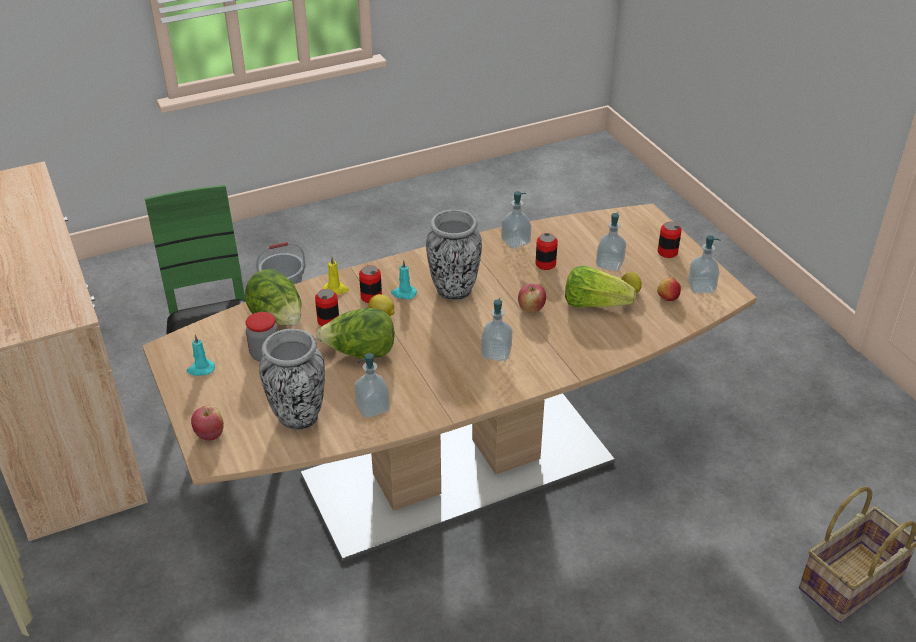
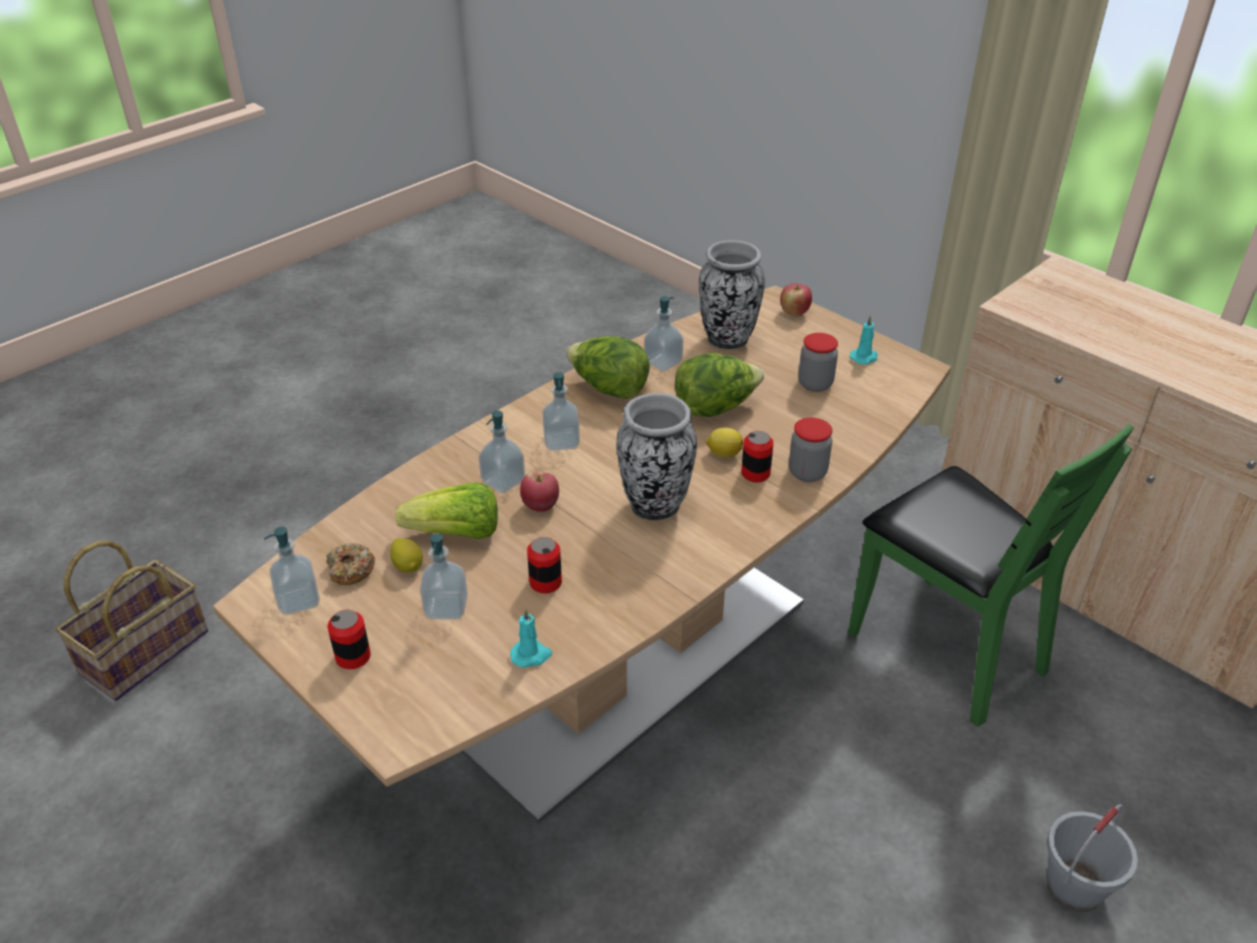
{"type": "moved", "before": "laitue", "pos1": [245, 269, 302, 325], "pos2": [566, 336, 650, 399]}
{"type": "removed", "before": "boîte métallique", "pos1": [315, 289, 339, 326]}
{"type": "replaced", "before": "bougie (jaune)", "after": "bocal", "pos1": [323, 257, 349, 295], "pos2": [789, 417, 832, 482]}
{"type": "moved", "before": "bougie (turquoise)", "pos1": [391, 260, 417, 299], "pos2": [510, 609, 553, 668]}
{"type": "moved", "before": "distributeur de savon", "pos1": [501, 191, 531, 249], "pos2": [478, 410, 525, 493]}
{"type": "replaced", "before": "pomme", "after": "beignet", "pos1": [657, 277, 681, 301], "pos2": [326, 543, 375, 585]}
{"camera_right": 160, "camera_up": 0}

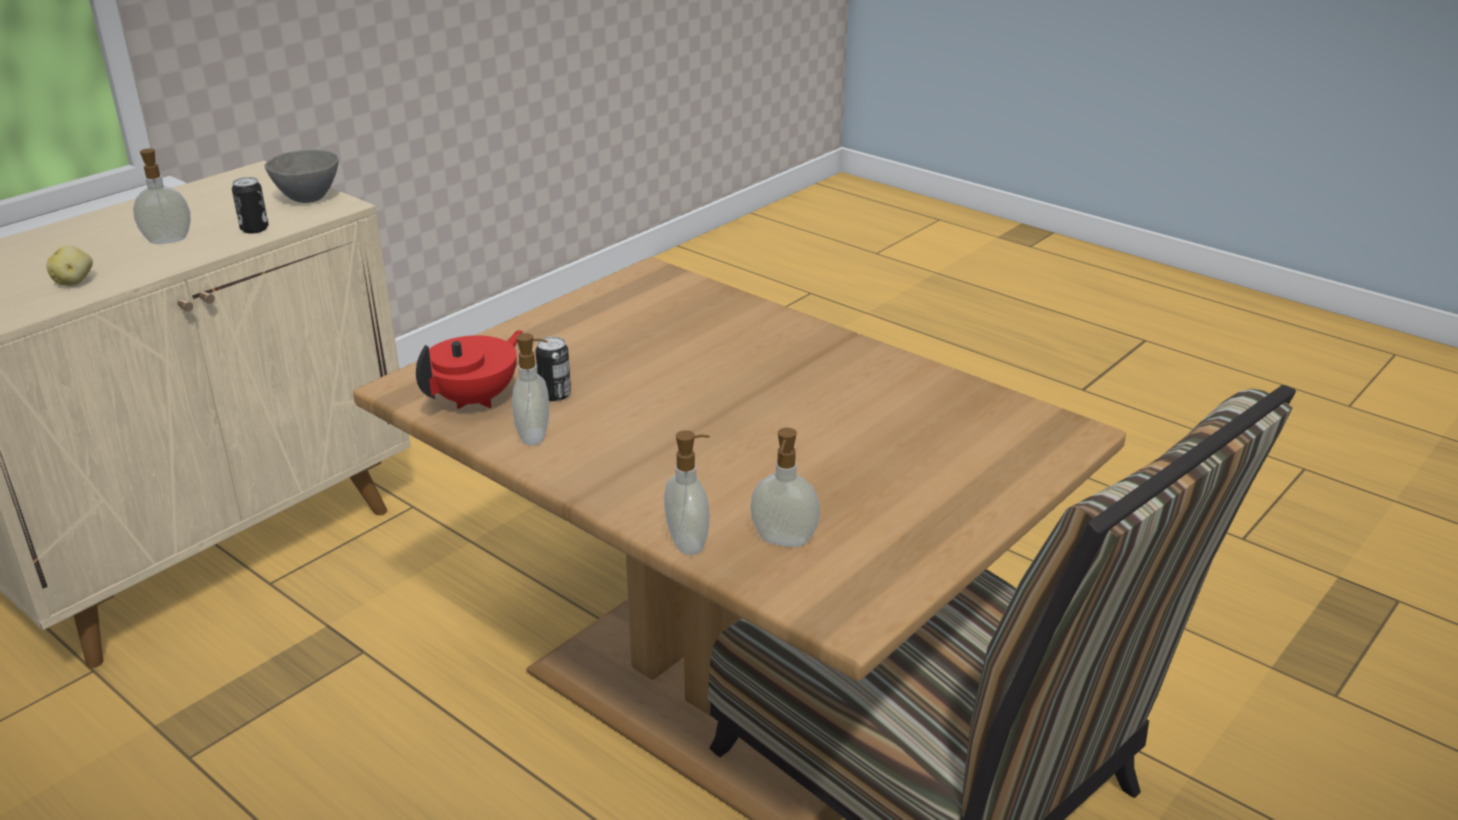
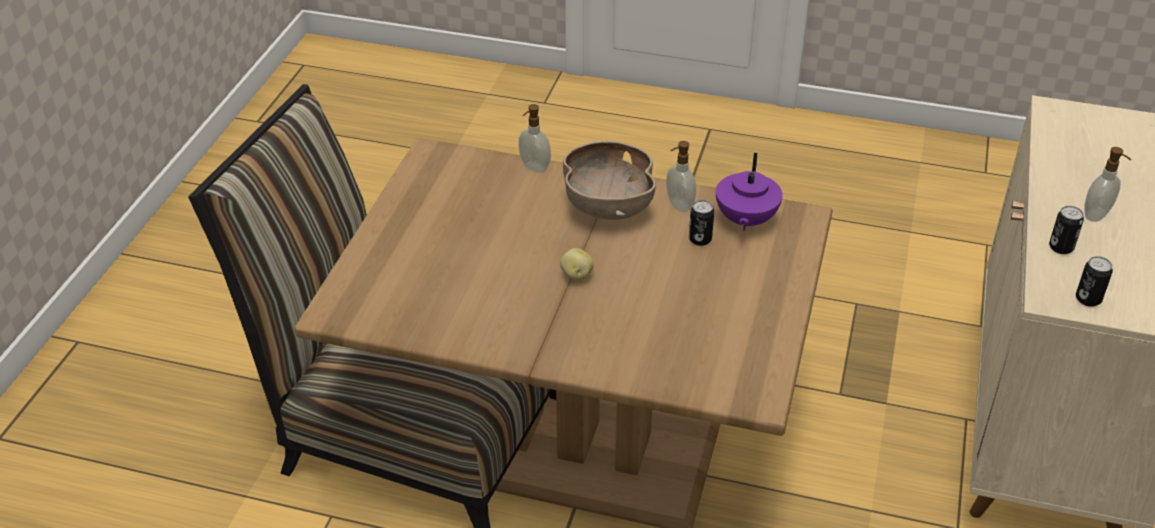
{"type": "moved", "before": "pomme de terre", "pos1": [46, 246, 93, 286], "pos2": [560, 248, 593, 281]}
{"type": "replaced", "before": "bol (gris)", "after": "boîte métallique", "pos1": [265, 150, 339, 203], "pos2": [1076, 256, 1113, 307]}
{"type": "recoloured", "before": "théière (rouge)", "after": "théière (violet)", "pos1": [416, 330, 523, 409], "pos2": [716, 153, 783, 231]}
{"type": "removed", "before": "distributeur de savon", "pos1": [750, 428, 820, 547]}
{"type": "added", "after": "bol (marron)", "pos2": [563, 141, 656, 220]}
{"camera_right": 155, "camera_up": 10}

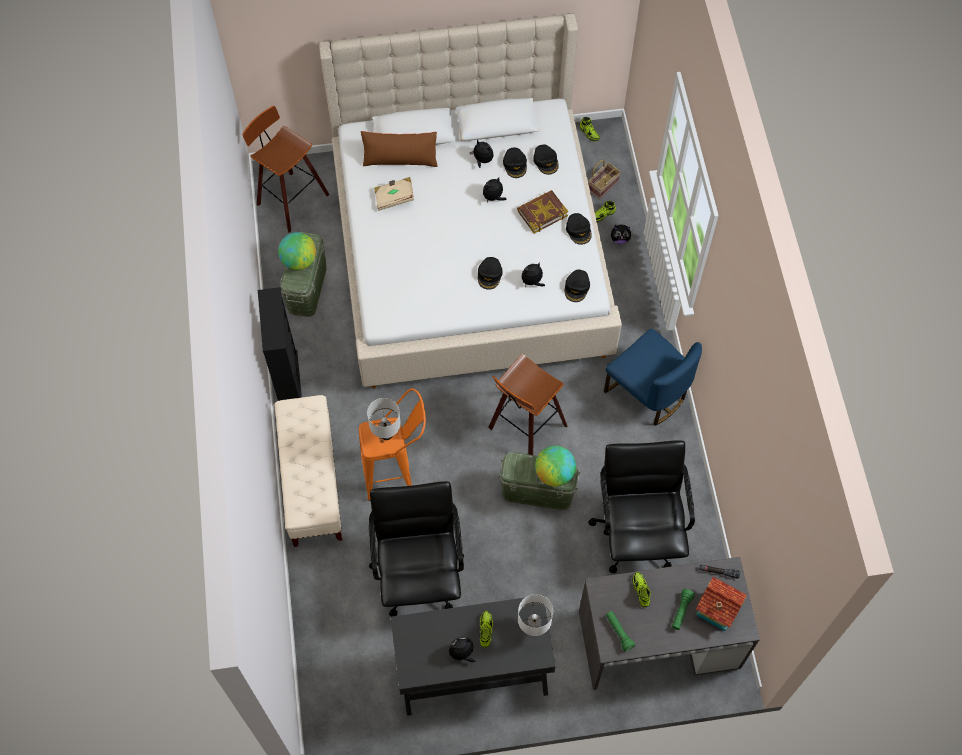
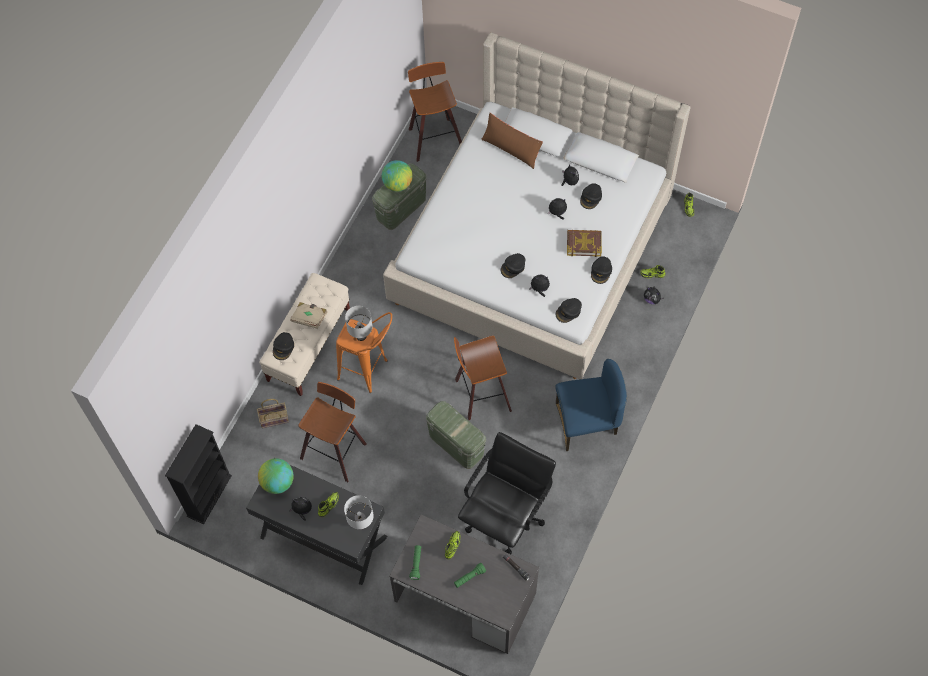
{"type": "moved", "before": "bibliothèque (noir)", "pos1": [258, 287, 302, 401], "pos2": [165, 424, 232, 524]}
{"type": "replaced", "before": "chaise de bureau (noir)", "after": "tabouret", "pos1": [369, 481, 464, 617], "pos2": [298, 382, 367, 482]}
{"type": "moved", "before": "livre (beige)", "pos1": [374, 177, 414, 211], "pos2": [290, 302, 328, 329]}
{"type": "moved", "before": "casquette (noir)", "pos1": [533, 145, 559, 175], "pos2": [273, 332, 294, 360]}
{"type": "moved", "before": "globe", "pos1": [535, 446, 576, 487], "pos2": [258, 458, 294, 494]}
{"type": "moved", "before": "panier", "pos1": [588, 160, 621, 200], "pos2": [257, 399, 289, 429]}
{"type": "turned", "before": "chaise (bleu)", "pos1": [604, 328, 702, 426], "pos2": [555, 359, 627, 451], "turn": -90}
{"type": "removed", "before": "maison miniature", "pos1": [696, 577, 747, 631]}
{"camera_right": 35, "camera_up": 0}

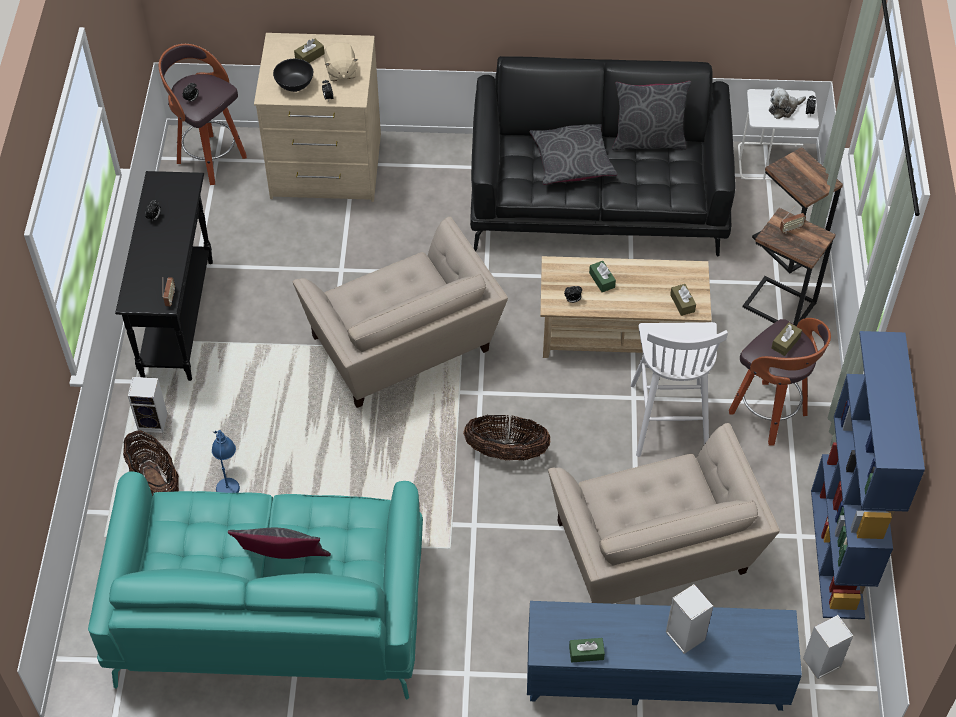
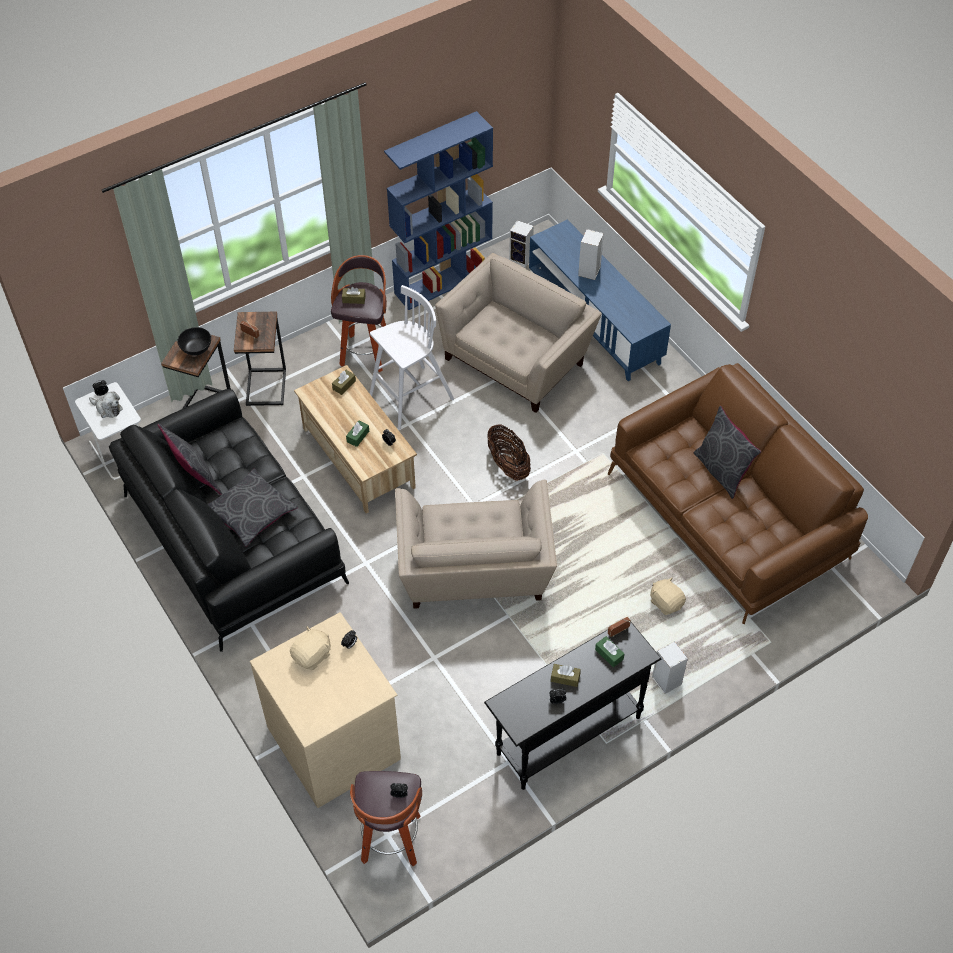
{"type": "recoloured", "before": "canapé (turquoise)", "after": "canapé (marron)", "pos1": [88, 471, 423, 700], "pos2": [608, 363, 868, 624]}
{"type": "removed", "before": "panier", "pos1": [123, 430, 179, 496]}
{"type": "replaced", "before": "lampe de table (bleu)", "after": "peluche (beige)", "pos1": [212, 430, 240, 493], "pos2": [650, 577, 686, 615]}
{"type": "moved", "before": "bol (noir)", "pos1": [273, 59, 313, 92], "pos2": [177, 327, 211, 355]}
{"type": "turned", "before": "fauteuil (beige)", "pos1": [292, 217, 508, 408], "pos2": [395, 480, 557, 609], "turn": 150}
{"type": "moved", "before": "boîte à mouchoirs (marron)", "pos1": [294, 39, 324, 63], "pos2": [551, 664, 581, 687]}
{"type": "moved", "before": "boîte à mouchoirs (vert)", "pos1": [569, 638, 605, 662], "pos2": [595, 636, 624, 667]}
{"camera_right": -125, "camera_up": 0}

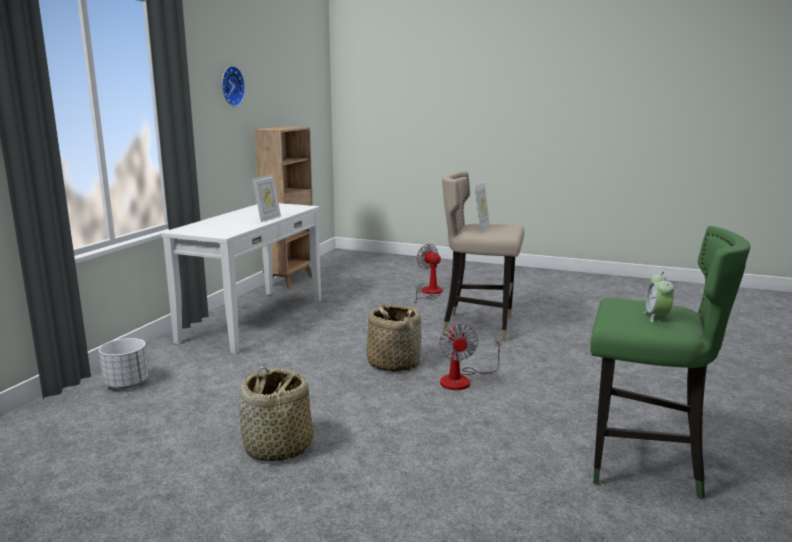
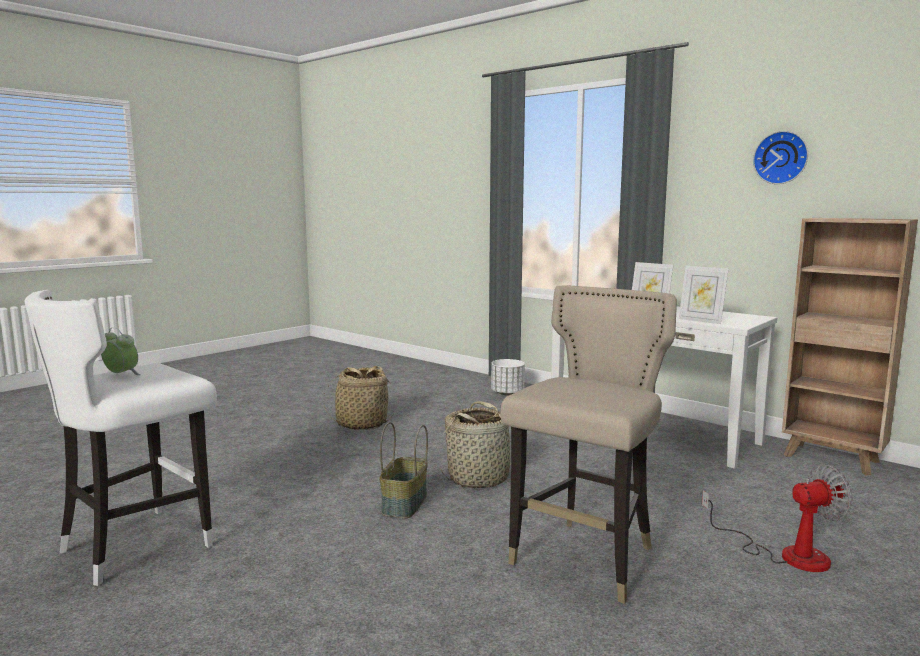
{"type": "replaced", "before": "ventilateur", "after": "panier", "pos1": [439, 324, 502, 390], "pos2": [380, 422, 428, 518]}
{"type": "moved", "before": "cadre photo", "pos1": [474, 182, 490, 232], "pos2": [679, 266, 729, 324]}
{"type": "recoloured", "before": "tabouret (vert)", "after": "tabouret (blanc)", "pos1": [590, 226, 751, 500], "pos2": [25, 290, 217, 586]}
{"camera_right": 110, "camera_up": -5}

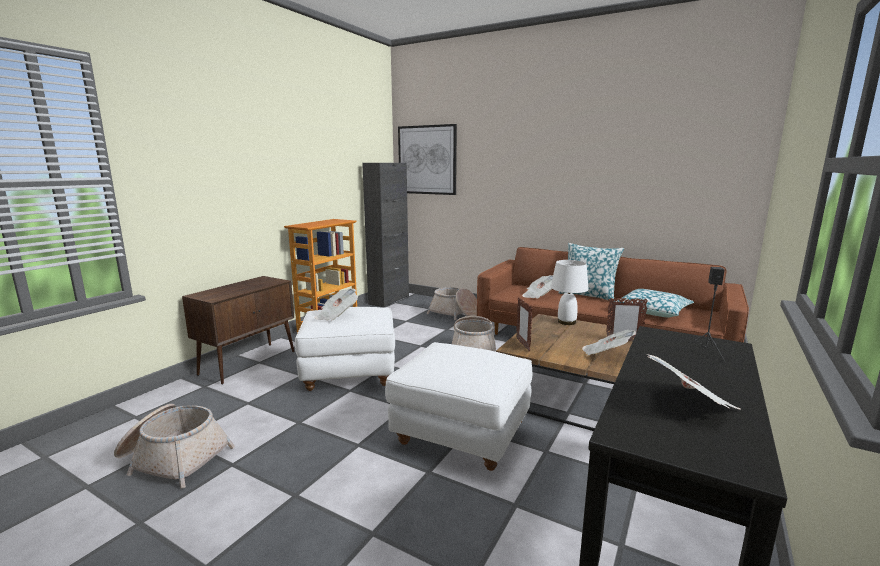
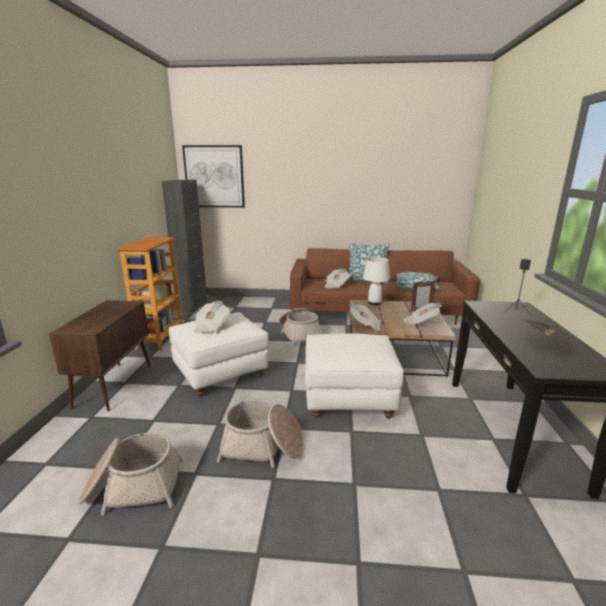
{"type": "moved", "before": "panier", "pos1": [427, 287, 477, 320], "pos2": [217, 400, 304, 468]}
{"type": "replaced", "before": "cadre photo", "after": "journal", "pos1": [516, 297, 533, 351], "pos2": [350, 303, 381, 330]}
{"camera_right": -25, "camera_up": 5}

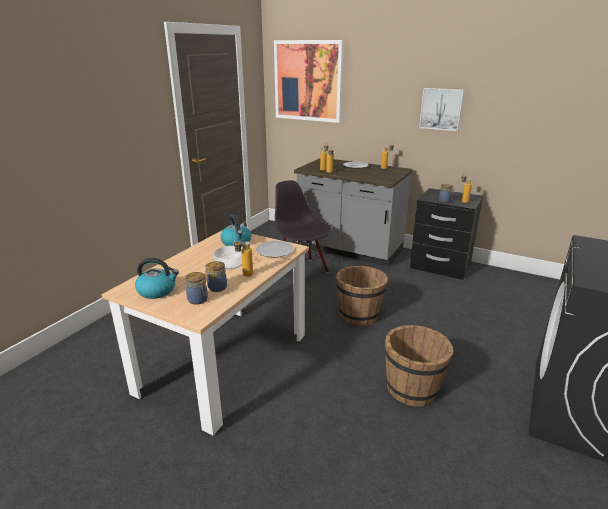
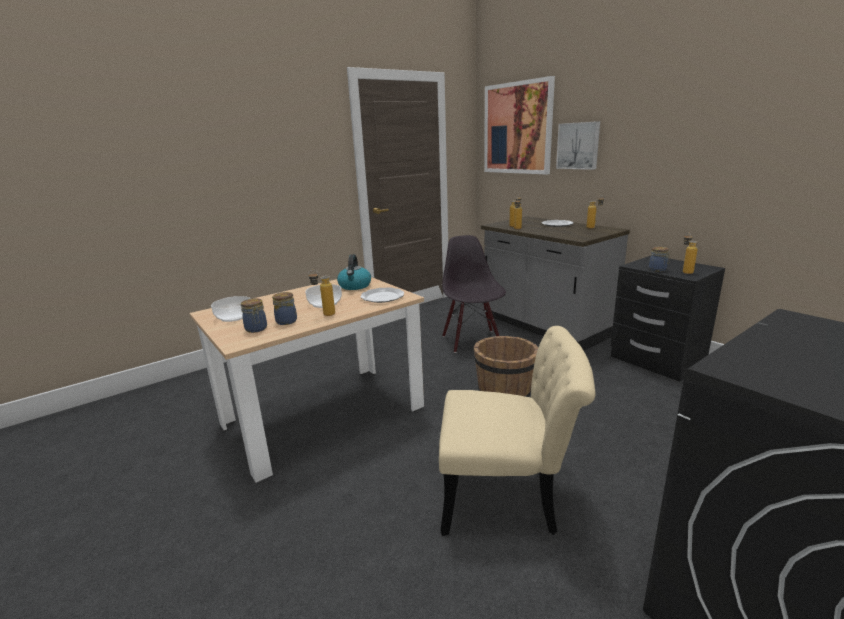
{"type": "replaced", "before": "bouilloire", "after": "bol", "pos1": [135, 258, 179, 299], "pos2": [211, 296, 250, 322]}
{"type": "replaced", "before": "seau (marron)", "after": "chaise (beige)", "pos1": [385, 325, 453, 407], "pos2": [439, 326, 595, 536]}
{"type": "moved", "before": "tableau", "pos1": [419, 88, 464, 131], "pos2": [556, 121, 600, 170]}
{"camera_right": 25, "camera_up": -5}

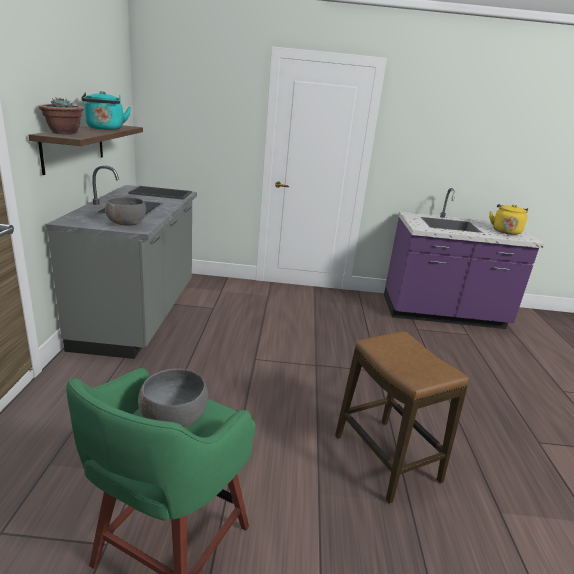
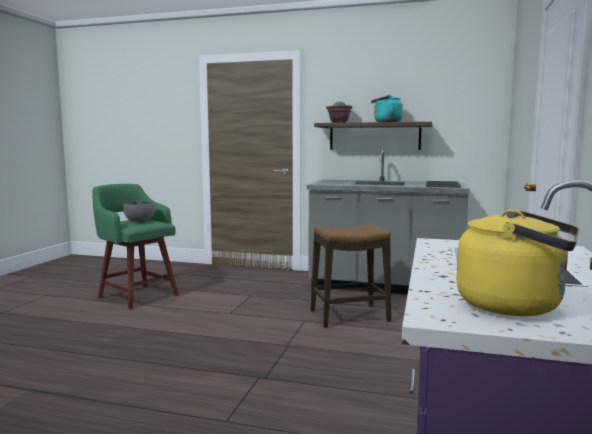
{"type": "removed", "before": "bol (gris)", "pos1": [105, 197, 146, 225]}
{"type": "moved", "before": "tabouret", "pos1": [335, 331, 469, 504], "pos2": [311, 225, 391, 328]}
{"camera_right": 105, "camera_up": -15}

